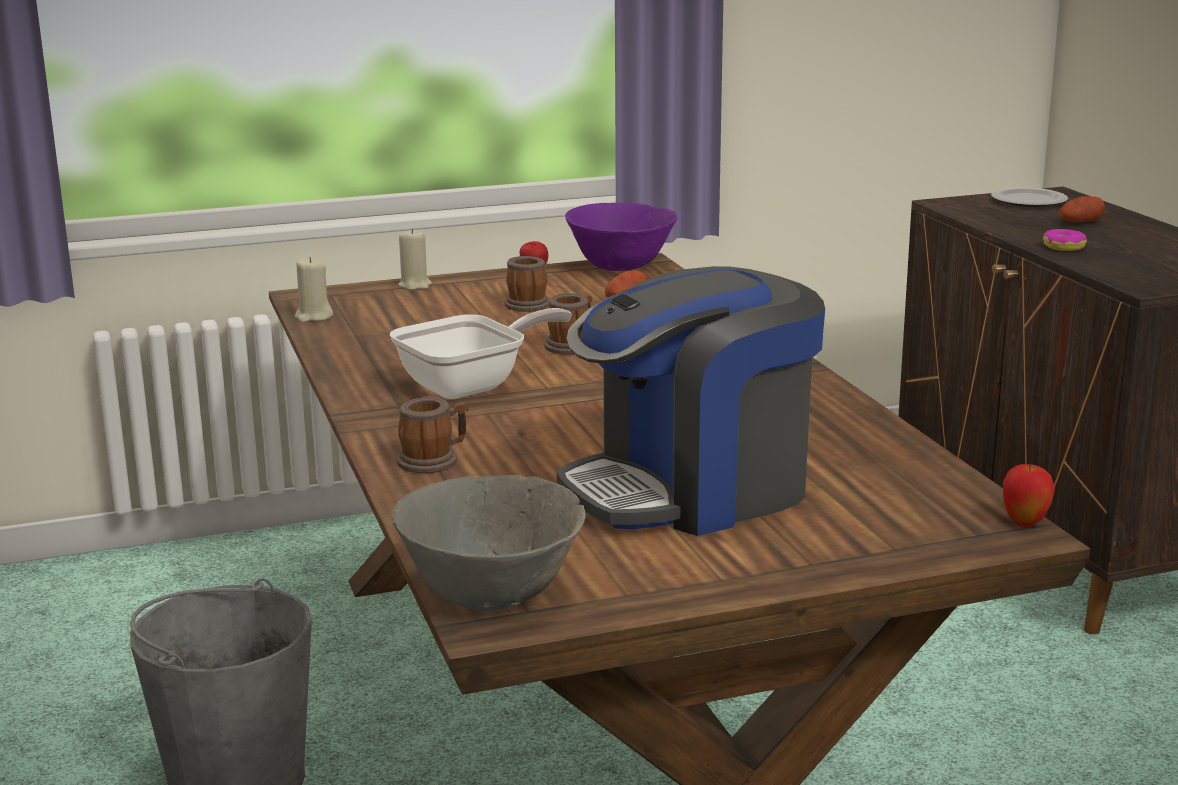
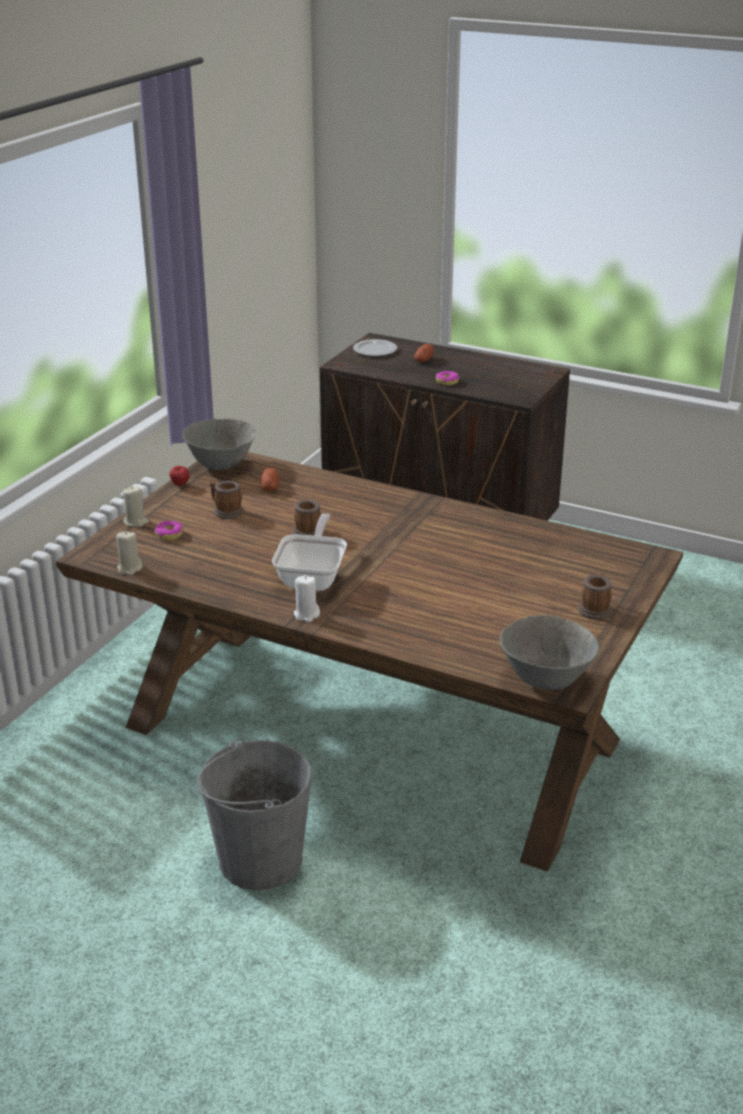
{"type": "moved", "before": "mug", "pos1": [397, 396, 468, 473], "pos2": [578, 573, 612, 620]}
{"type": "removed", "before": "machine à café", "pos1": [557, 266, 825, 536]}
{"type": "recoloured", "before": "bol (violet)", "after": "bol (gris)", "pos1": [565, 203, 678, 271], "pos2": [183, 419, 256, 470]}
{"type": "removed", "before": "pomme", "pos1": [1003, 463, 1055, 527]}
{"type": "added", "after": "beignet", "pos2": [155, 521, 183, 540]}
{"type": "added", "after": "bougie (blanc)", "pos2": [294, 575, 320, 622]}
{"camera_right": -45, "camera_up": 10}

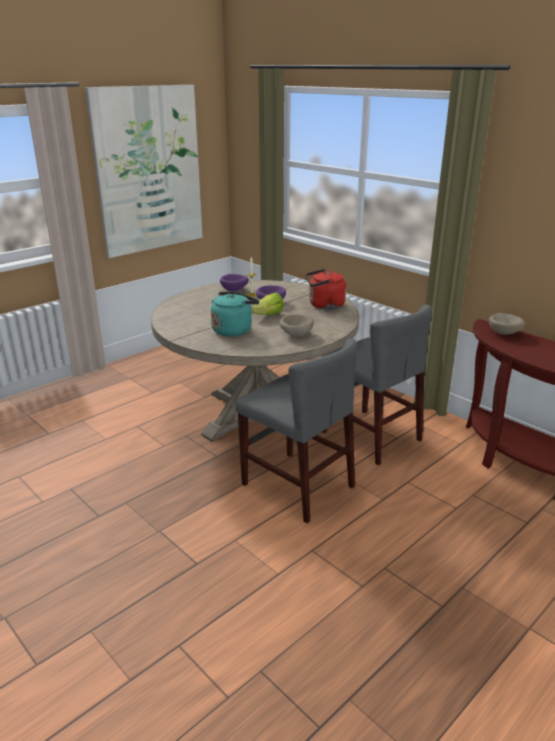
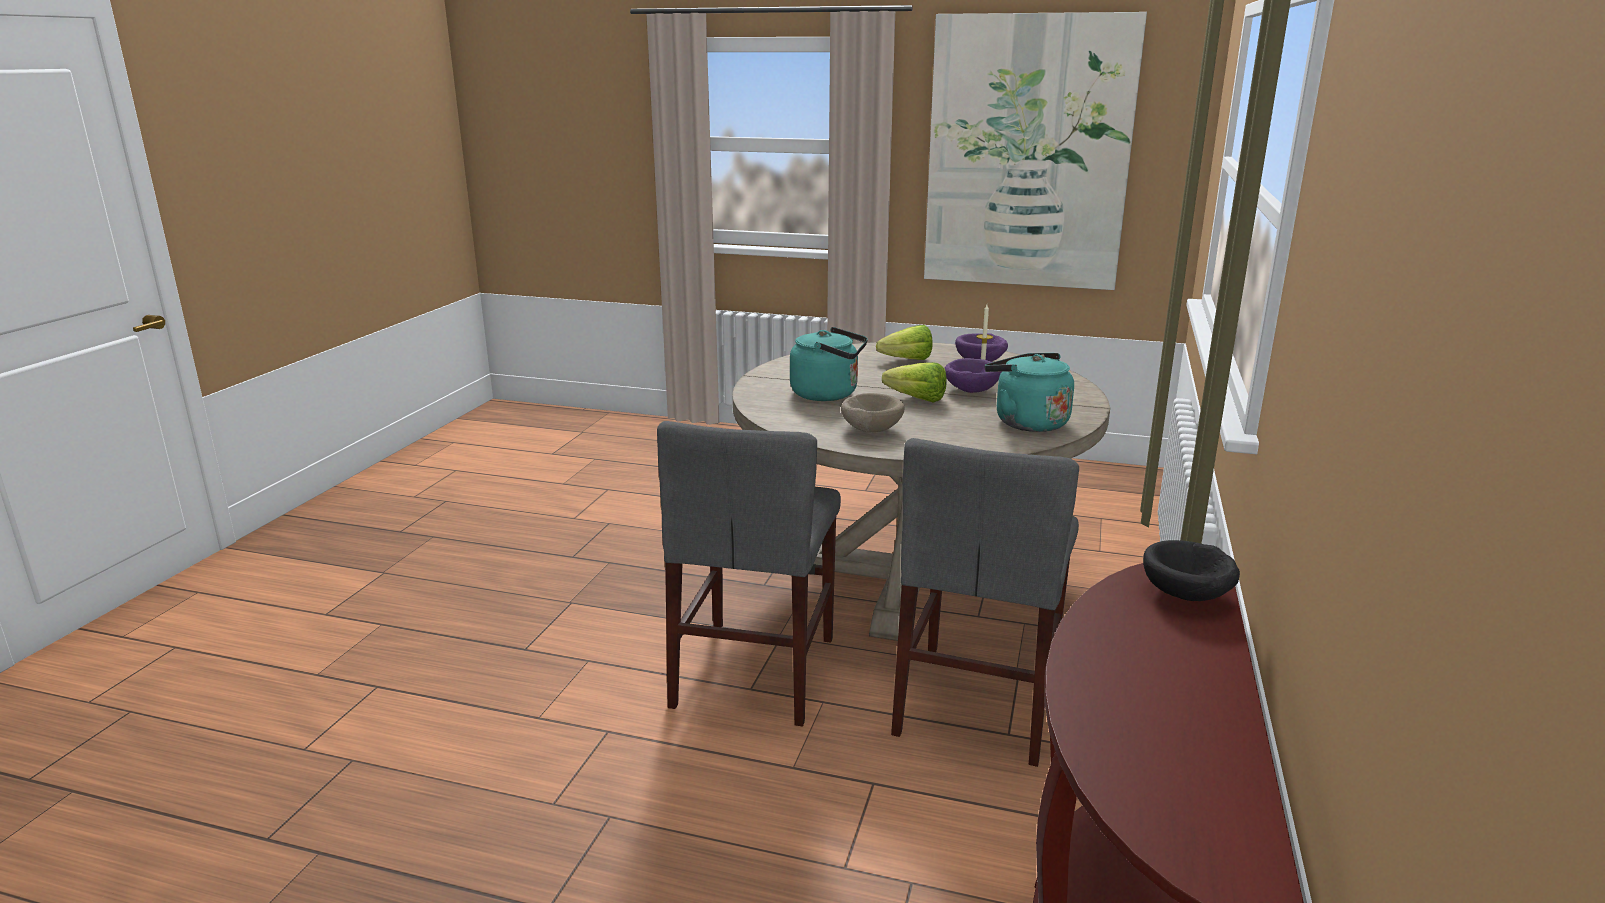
{"type": "recoloured", "before": "bouilloire (rouge)", "after": "bouilloire (turquoise)", "pos1": [305, 269, 346, 310], "pos2": [985, 353, 1074, 432]}
{"type": "recoloured", "before": "bol (beige)", "after": "bol (noir)", "pos1": [489, 313, 525, 335], "pos2": [1143, 540, 1240, 601]}
{"type": "added", "after": "laitue", "pos2": [876, 325, 932, 360]}
{"camera_right": 60, "camera_up": -5}

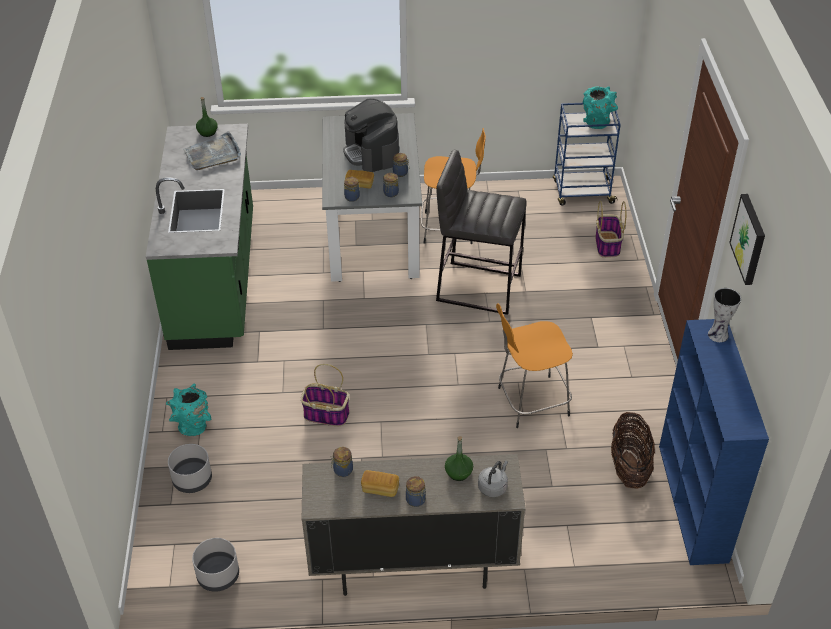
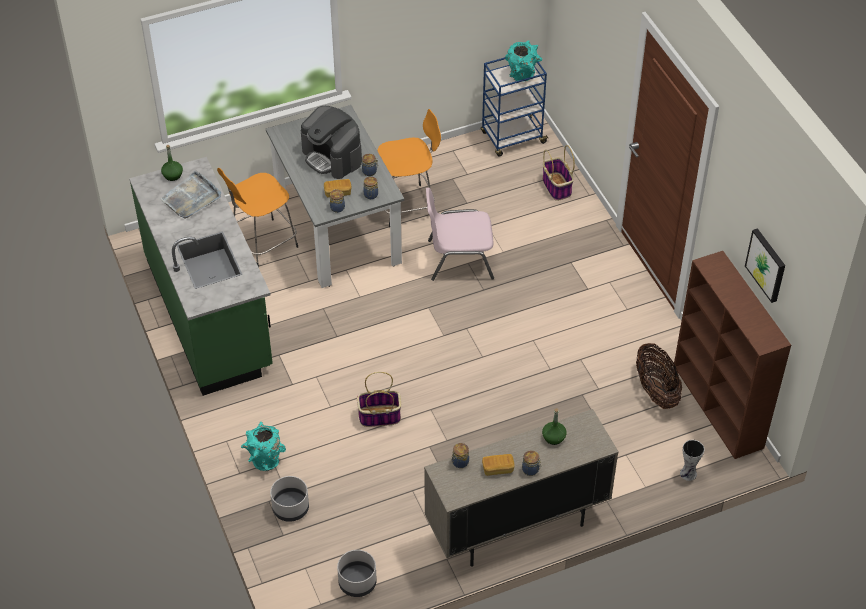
{"type": "replaced", "before": "tabouret (gris)", "after": "chaise (rose)", "pos1": [436, 150, 527, 315], "pos2": [426, 187, 494, 281]}
{"type": "removed", "before": "bouilloire (gris)", "pos1": [478, 461, 508, 497]}
{"type": "moved", "before": "tabouret (orange)", "pos1": [496, 303, 573, 428], "pos2": [217, 168, 298, 267]}
{"type": "recoloured", "before": "bibliothèque (bleu)", "after": "bibliothèque (marron)", "pos1": [659, 319, 769, 565], "pos2": [674, 251, 791, 459]}
{"type": "moved", "before": "vase", "pos1": [708, 288, 741, 342], "pos2": [680, 440, 705, 481]}
{"type": "moved", "before": "tableau", "pos1": [729, 194, 765, 285], "pos2": [745, 228, 785, 303]}
{"camera_right": -20, "camera_up": 5}

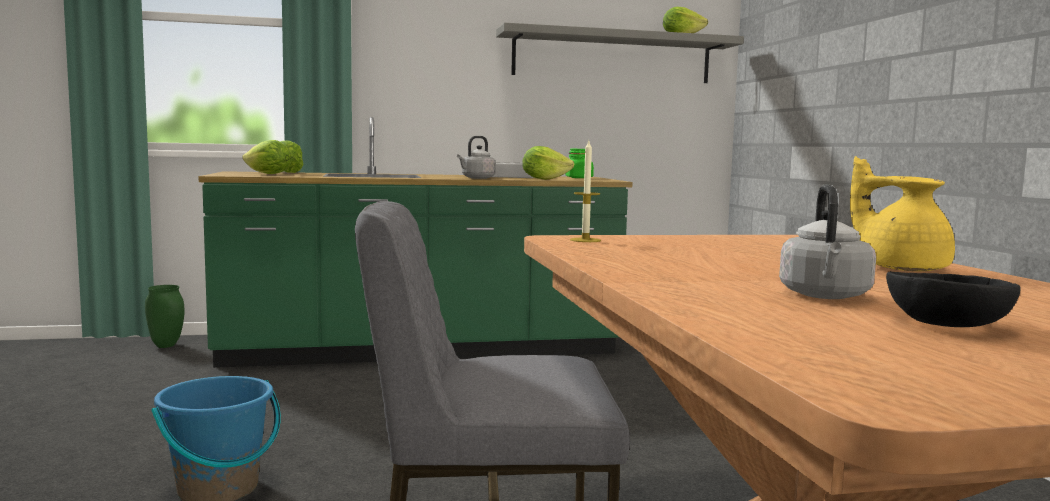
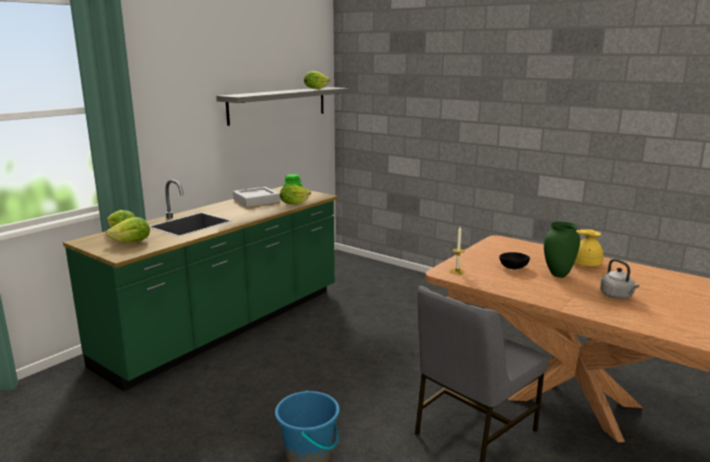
{"type": "moved", "before": "vase (vert)", "pos1": [145, 285, 185, 348], "pos2": [544, 222, 580, 278]}
{"type": "removed", "before": "bouilloire (gris)", "pos1": [457, 136, 496, 179]}
{"type": "moved", "before": "bol (noir)", "pos1": [886, 271, 1020, 327], "pos2": [499, 252, 530, 269]}
{"camera_right": -40, "camera_up": 10}

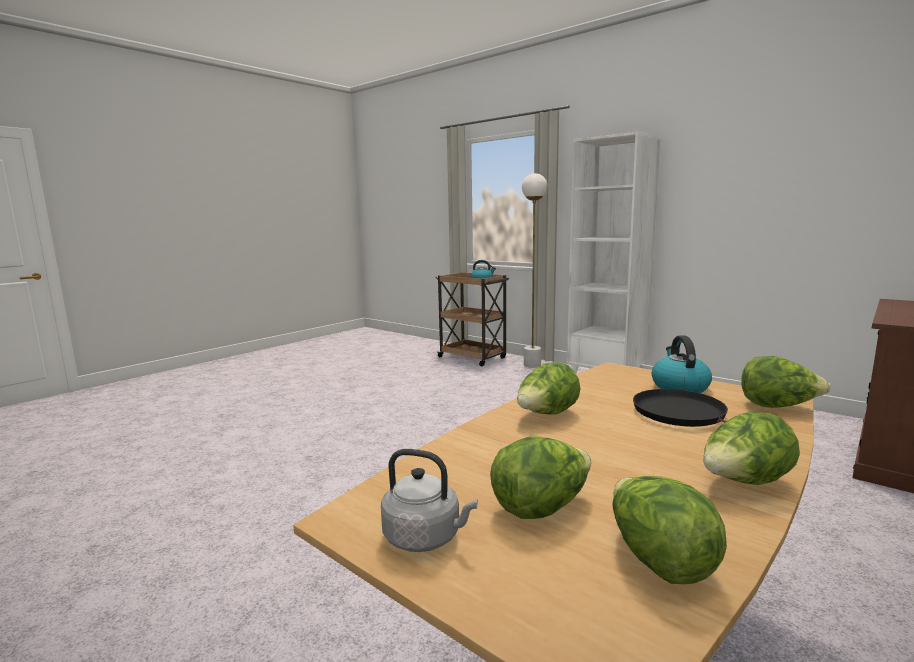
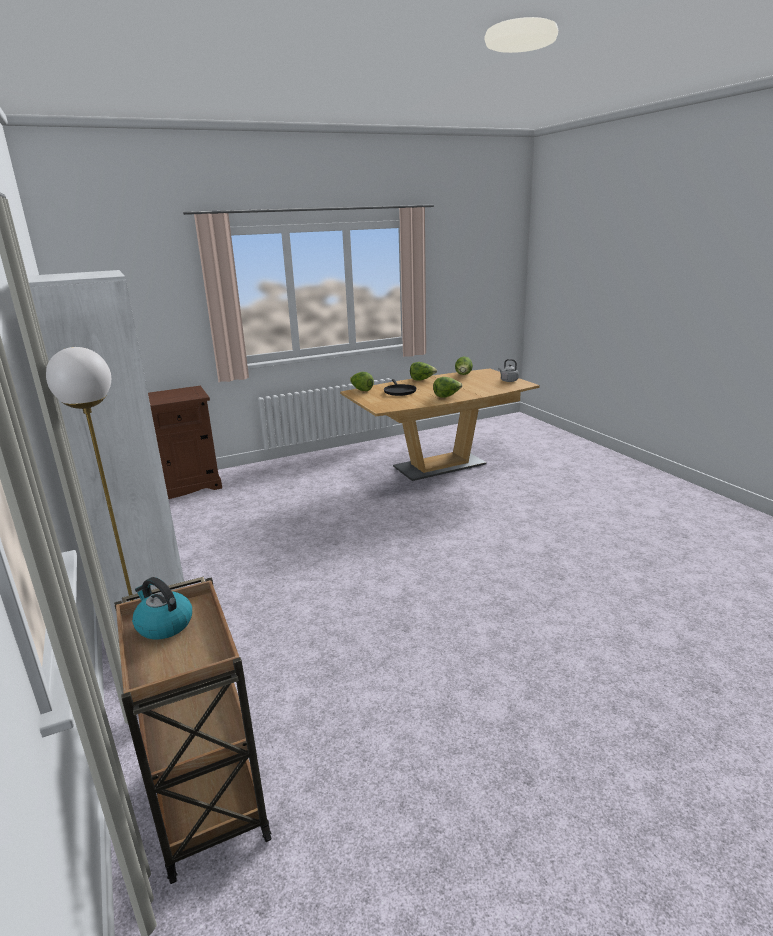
{"type": "removed", "before": "laitue", "pos1": [490, 436, 591, 519]}
{"type": "removed", "before": "bouilloire", "pos1": [652, 336, 712, 393]}
{"camera_right": -155, "camera_up": 10}

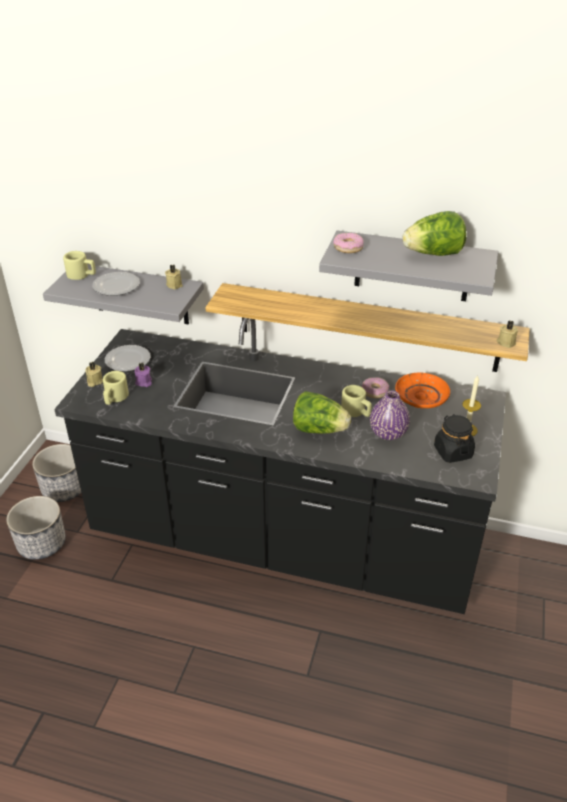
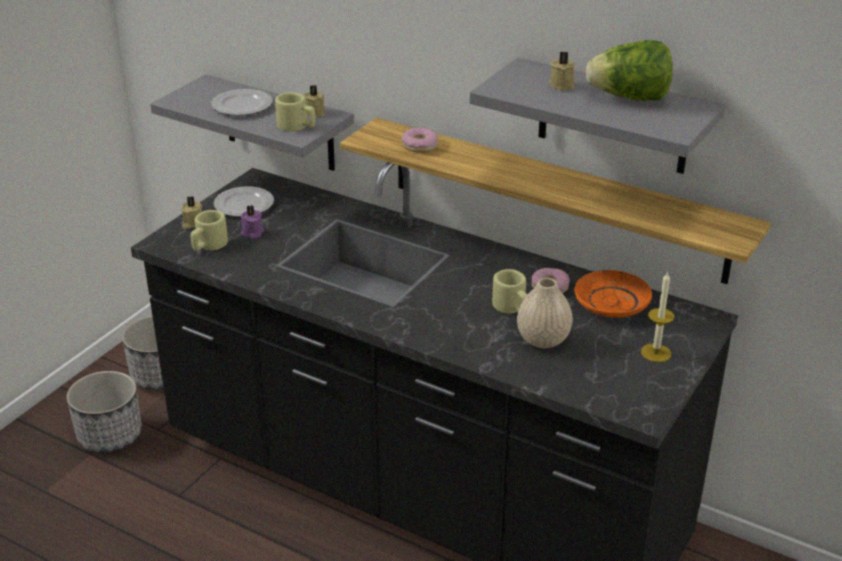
{"type": "moved", "before": "mug (beige)", "pos1": [63, 251, 96, 280], "pos2": [275, 92, 316, 132]}
{"type": "removed", "before": "laitue", "pos1": [293, 391, 351, 434]}
{"type": "moved", "before": "beignet", "pos1": [333, 233, 364, 253], "pos2": [402, 128, 438, 153]}
{"type": "recoloured", "before": "vase (violet)", "after": "vase (beige)", "pos1": [370, 391, 410, 440], "pos2": [517, 278, 573, 348]}
{"type": "removed", "before": "bocal (noir)", "pos1": [434, 414, 475, 463]}
{"type": "moved", "before": "bougie (beige)", "pos1": [497, 321, 518, 348], "pos2": [549, 51, 575, 91]}
{"camera_right": 15, "camera_up": -5}

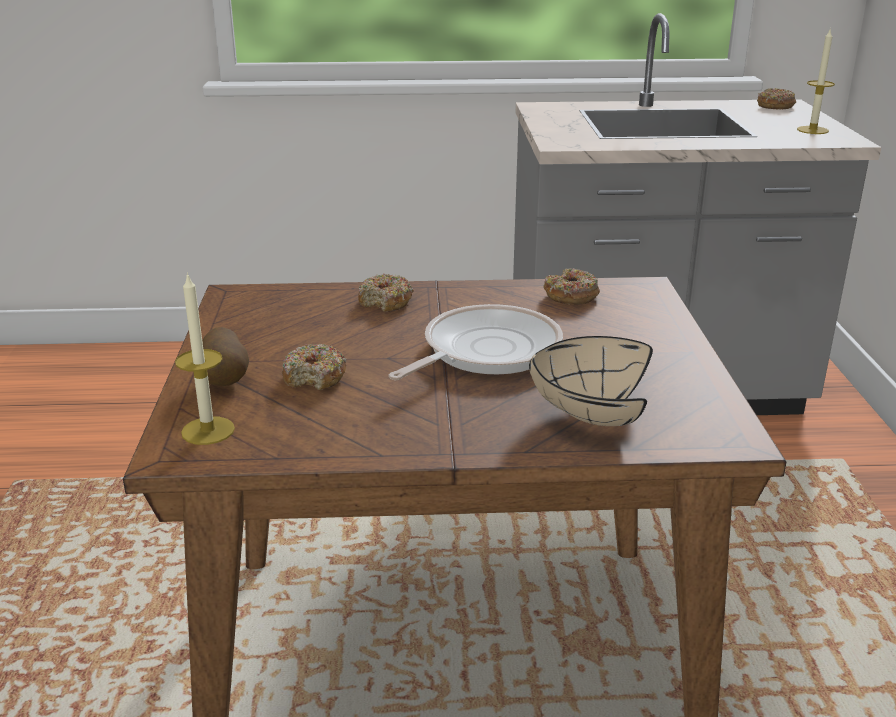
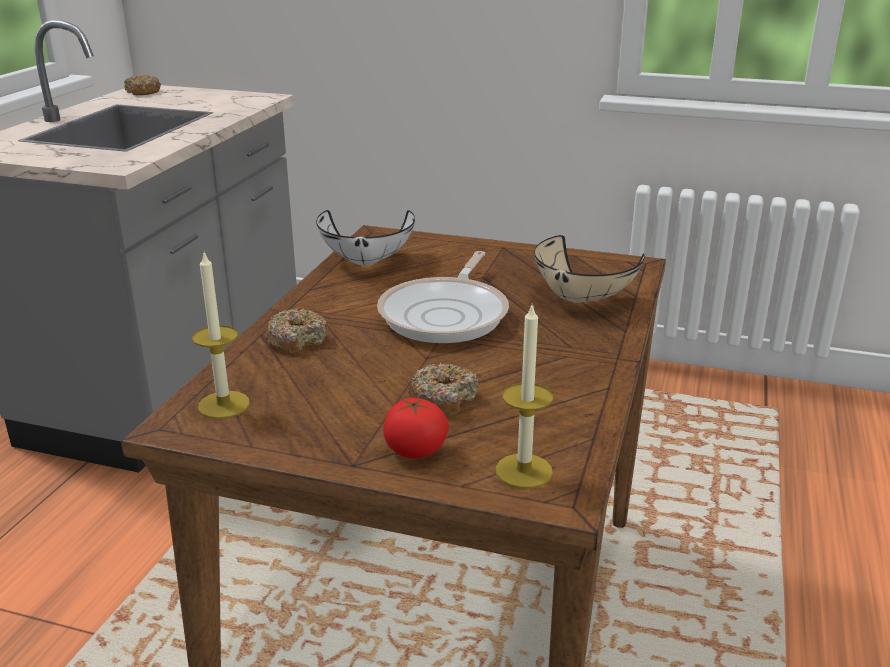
{"type": "replaced", "before": "pomme de terre", "after": "tomate", "pos1": [202, 327, 249, 386], "pos2": [383, 398, 449, 459]}
{"type": "turned", "before": "poêle", "pos1": [389, 304, 563, 380], "pos2": [377, 251, 509, 343], "turn": -135}
{"type": "replaced", "before": "beignet", "after": "bol (blanc)", "pos1": [543, 268, 600, 305], "pos2": [316, 210, 415, 265]}
{"type": "moved", "before": "bougie", "pos1": [797, 28, 835, 134], "pos2": [192, 252, 250, 419]}
{"camera_right": -70, "camera_up": 0}

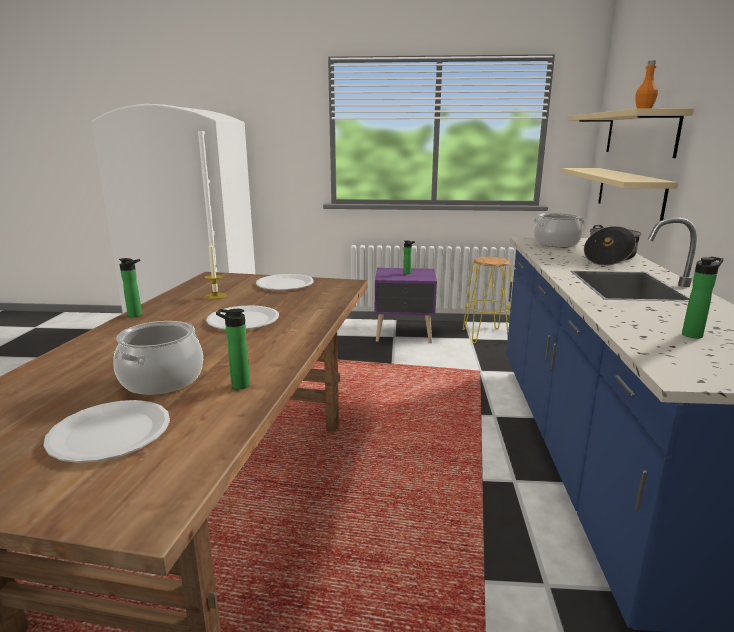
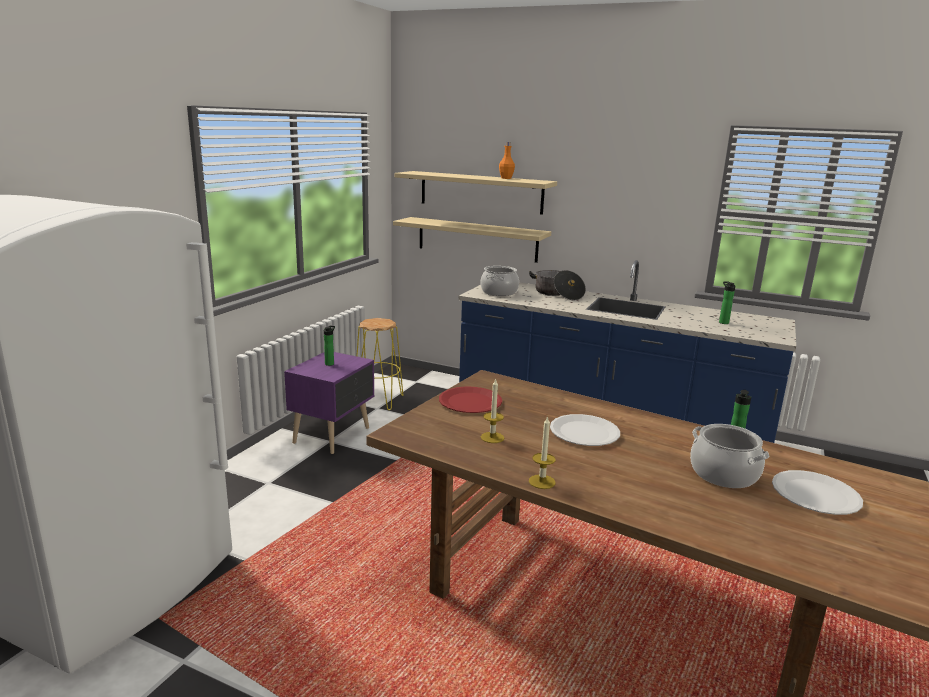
{"type": "replaced", "before": "bouteille", "after": "bougie", "pos1": [119, 258, 142, 317], "pos2": [529, 416, 556, 489]}
{"type": "recoloured", "before": "assiette (blanc)", "after": "assiette (rouge)", "pos1": [256, 274, 314, 290], "pos2": [439, 387, 502, 413]}
{"camera_right": -70, "camera_up": 0}

